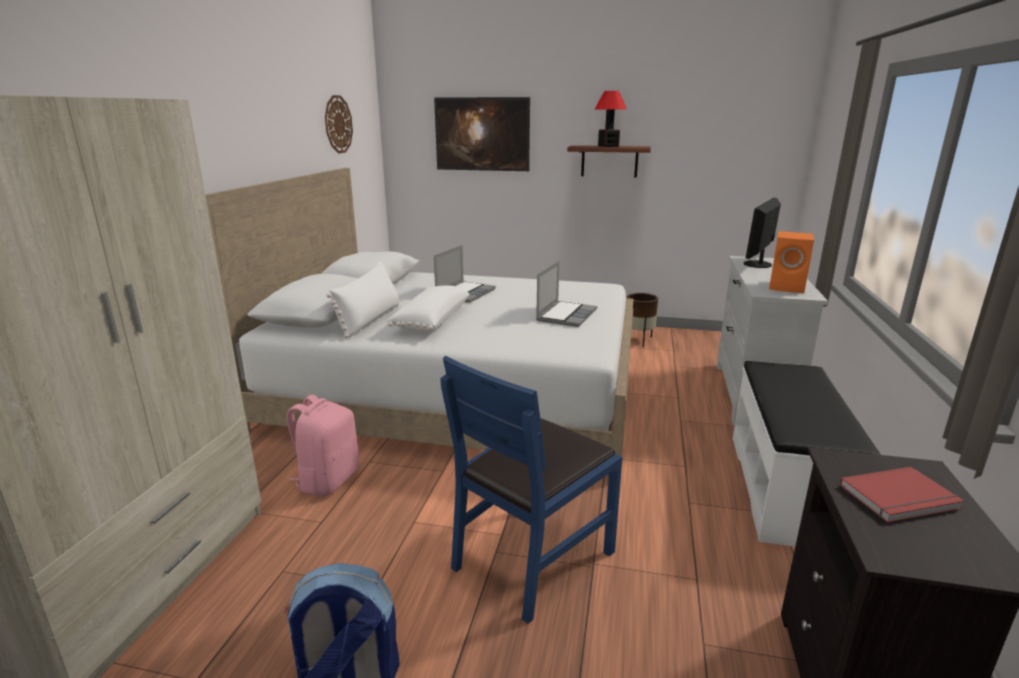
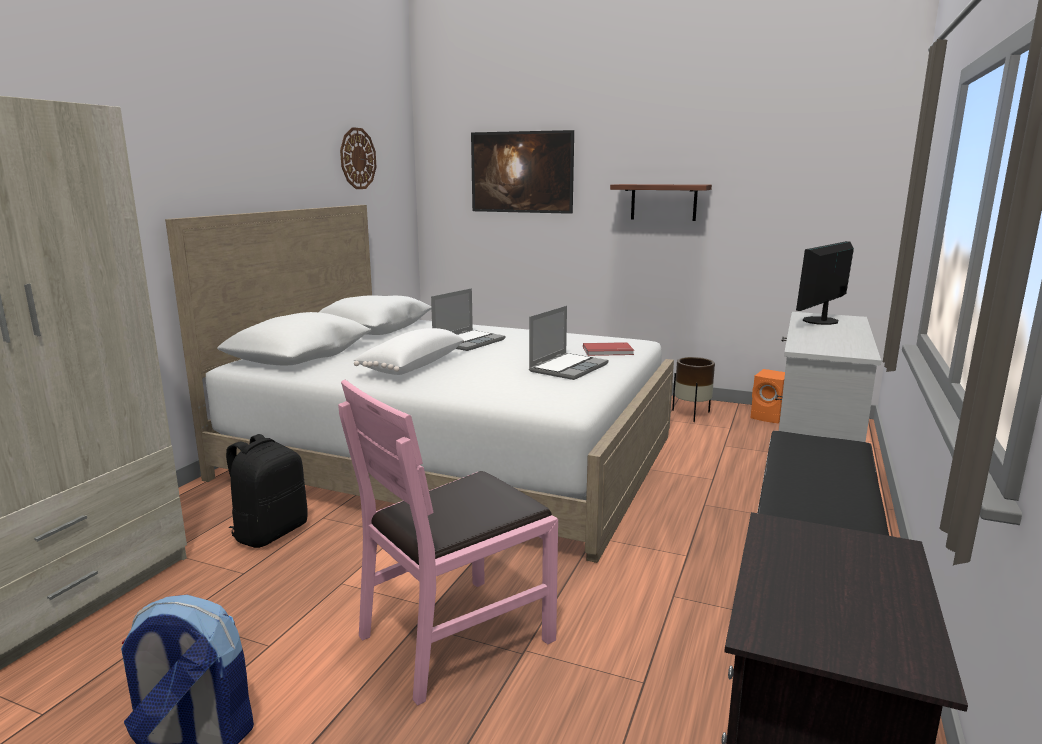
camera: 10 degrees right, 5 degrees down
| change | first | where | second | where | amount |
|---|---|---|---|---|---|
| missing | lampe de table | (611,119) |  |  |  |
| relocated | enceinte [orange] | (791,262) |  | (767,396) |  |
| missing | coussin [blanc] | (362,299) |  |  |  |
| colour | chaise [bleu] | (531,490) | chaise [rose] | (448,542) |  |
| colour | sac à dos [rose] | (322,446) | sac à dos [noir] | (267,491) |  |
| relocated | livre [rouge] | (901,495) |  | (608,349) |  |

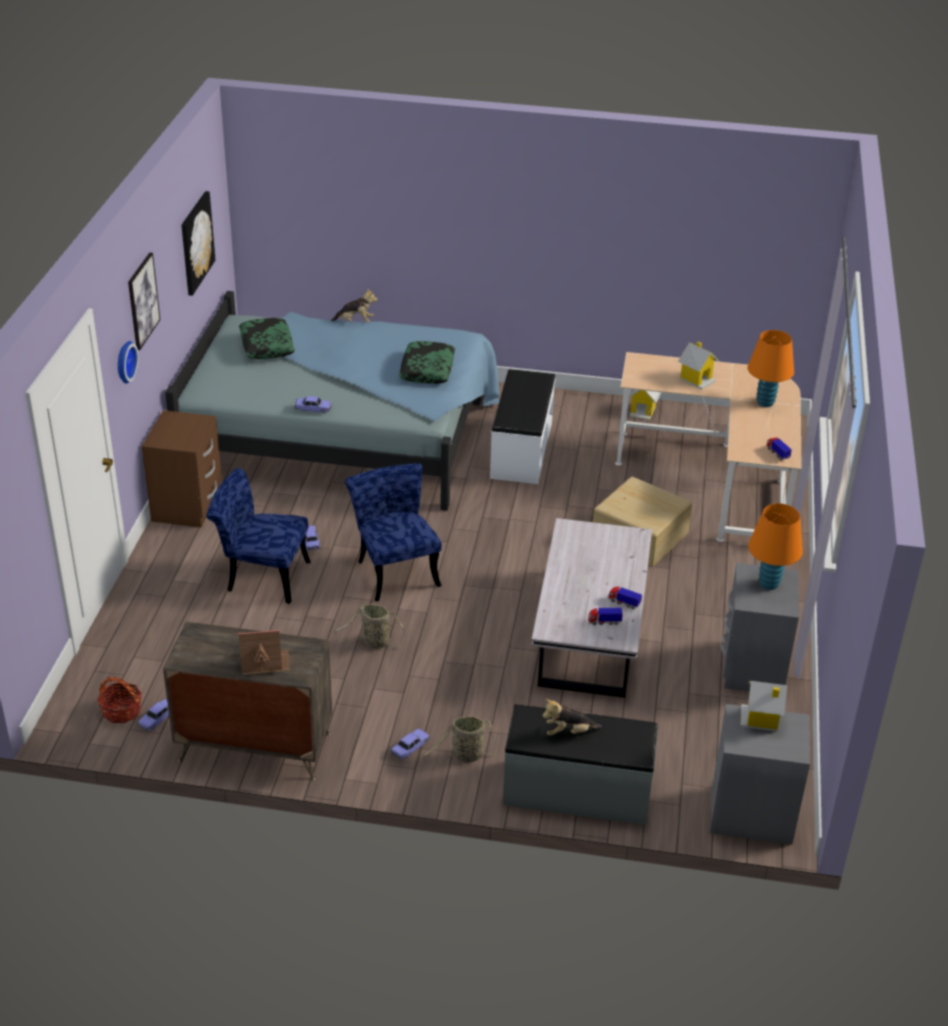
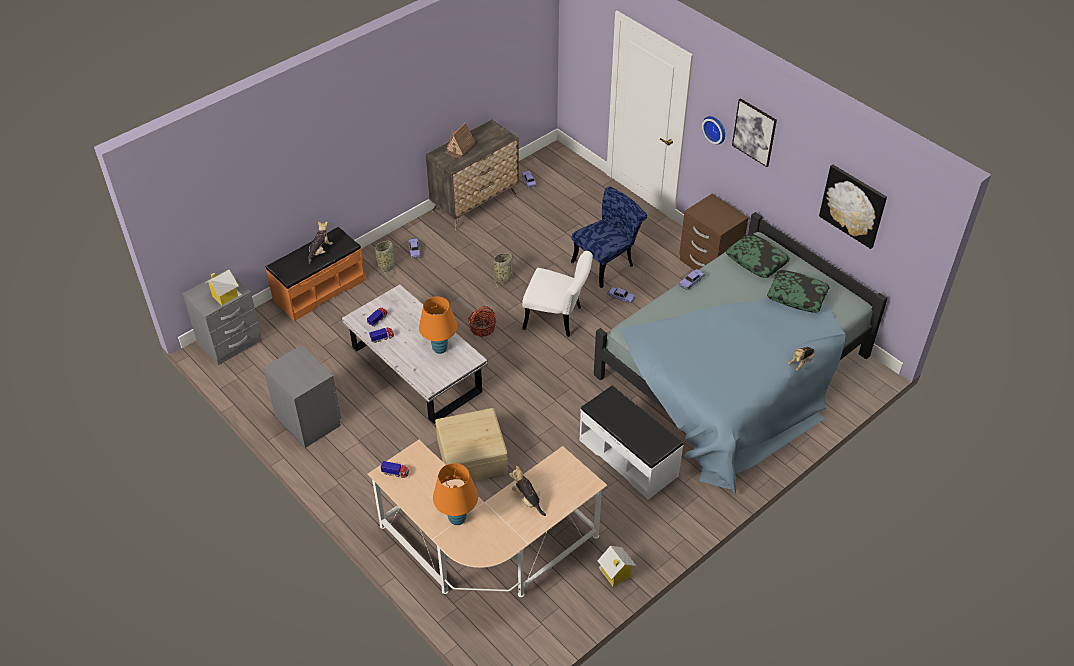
camera: 130 degrees right, 10 degrees up
| change | first | where | second | where | amount |
|---|---|---|---|---|---|
| relocated | coussin | (427,362) |  | (758,256) |  |
| exchanged | maison miniature | (698,366) | peluche | (527,491) |  |
| colour | chaise [bleu] | (393,532) | chaise [blanc] | (557,294) |  |
| relocated | lampe de table [orange] | (775,546) |  | (438,325) |  |
| relocated | panier | (119,700) |  | (482,321) |  |
| colour | banc [gris] | (580,764) | banc [orange] | (316,274) |  |

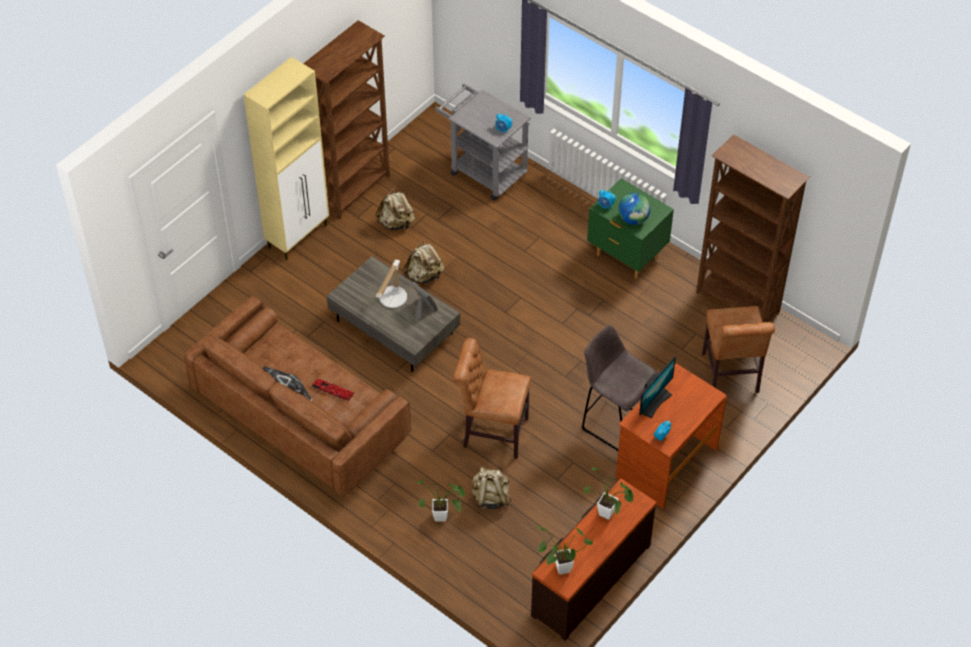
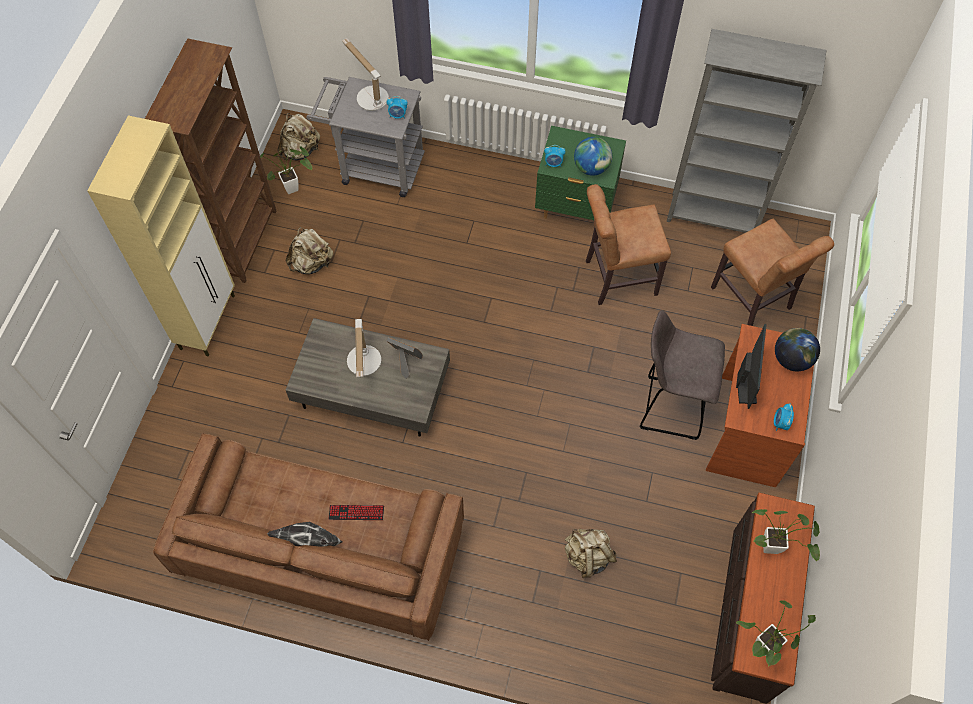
camera: 25 degrees left, 10 degrees up
| change | first | where | second | where | amount |
|---|---|---|---|---|---|
| colour | bibliothèque [marron] | (753,228) | bibliothèque [gris] | (746,131) |  |
| relocated | sac à dos [beige] | (423,262) |  | (299,136) |  |
| relocated | chaise [marron] | (492,398) |  | (628,244) |  |
| relocated | plante en pot | (441,501) |  | (286,170) |  |
| appeared |  |  | lampe de table | (365,74) |  |
| appeared |  |  | globe | (797,349) |  |

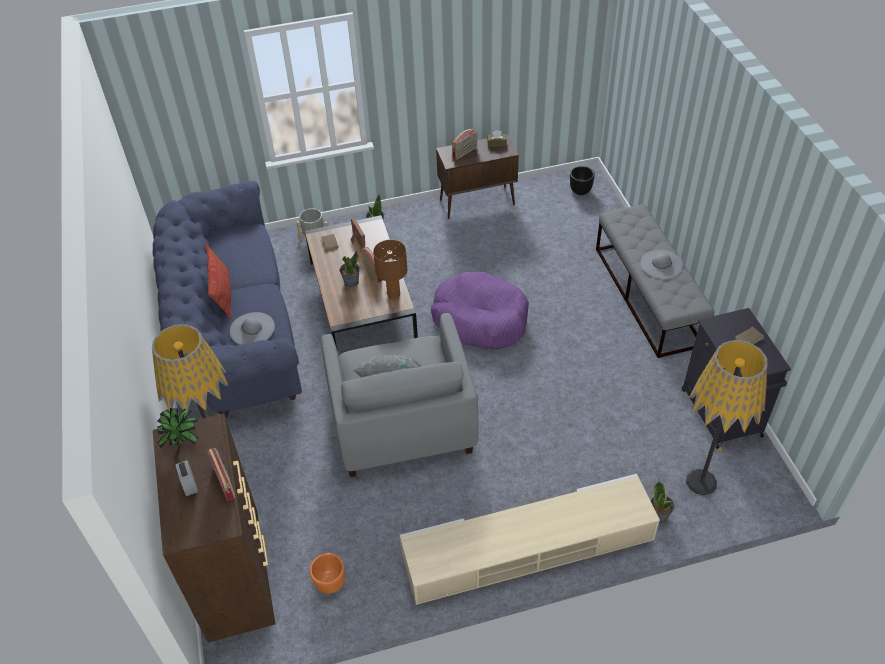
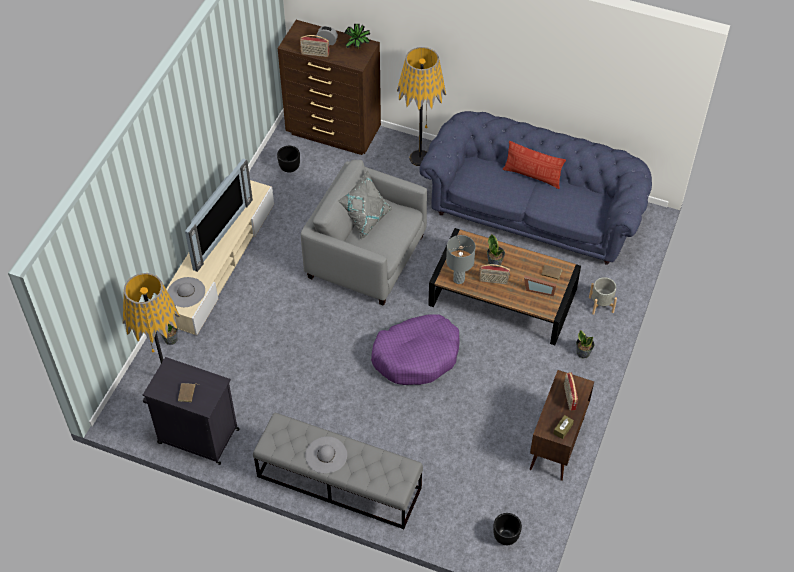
camera: 125 degrees right, 5 degrees up
| change | first | where | second | where | amount |
|---|---|---|---|---|---|
| colour | lampe de table [marron] | (390,269) | lampe de table [gris] | (461,259) |  |
| relocated | chapeau [gris] | (252,328) |  | (186,292) |  |
| colour | cache-pot [orange] | (327,573) | cache-pot [noir] | (288,159) |  |
| appeared |  |  | téléviseur | (219,215) |  |

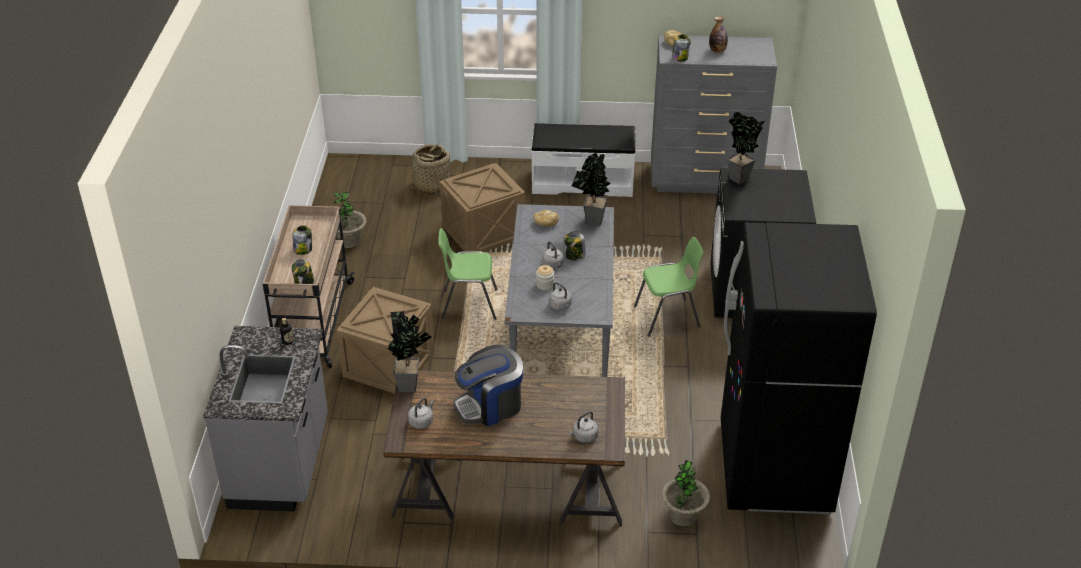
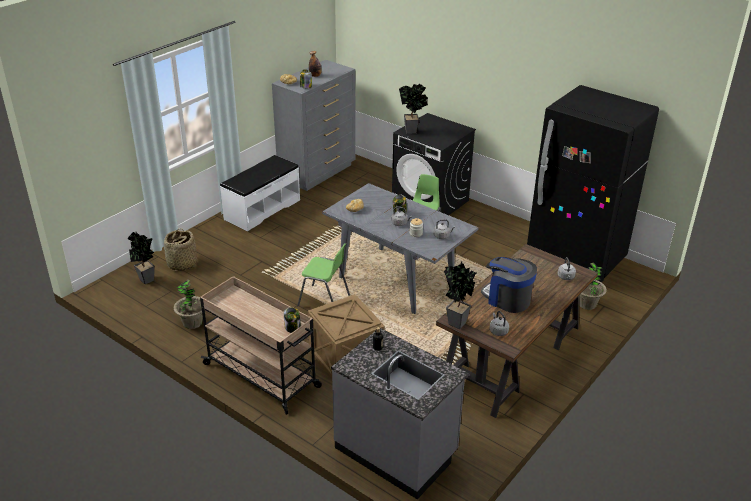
camera: 55 degrees left, 5 degrees down
| change | first | where | second | where | amount |
|---|---|---|---|---|---|
| relocated | plante en pot | (591,189) |  | (141,258) |  |
| missing | caisse | (482,207) |  |  |  |
| missing | bocal | (302,240) |  |  |  |
| spun | chaise [vert] | (468,274) |  | (323,274) | 105 degrees counterclockwise |
| spun | machine à café | (488,385) |  | (509,285) | 120 degrees clockwise |

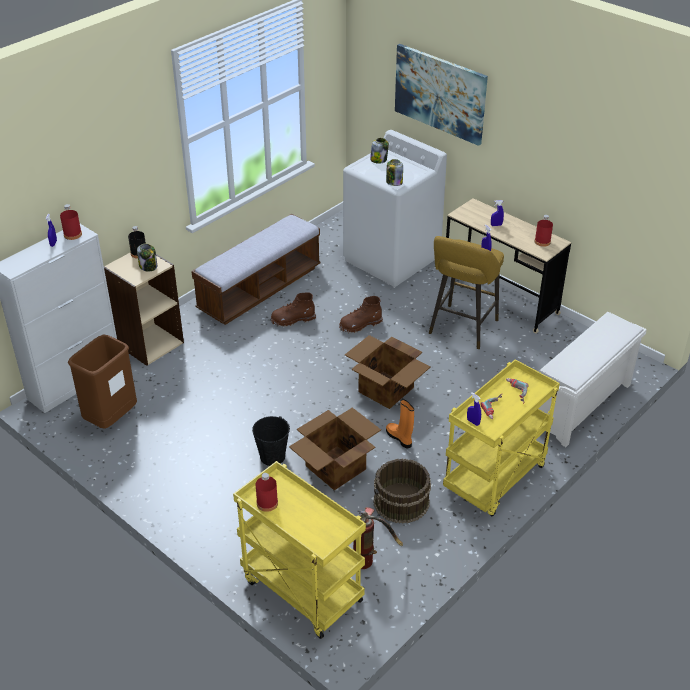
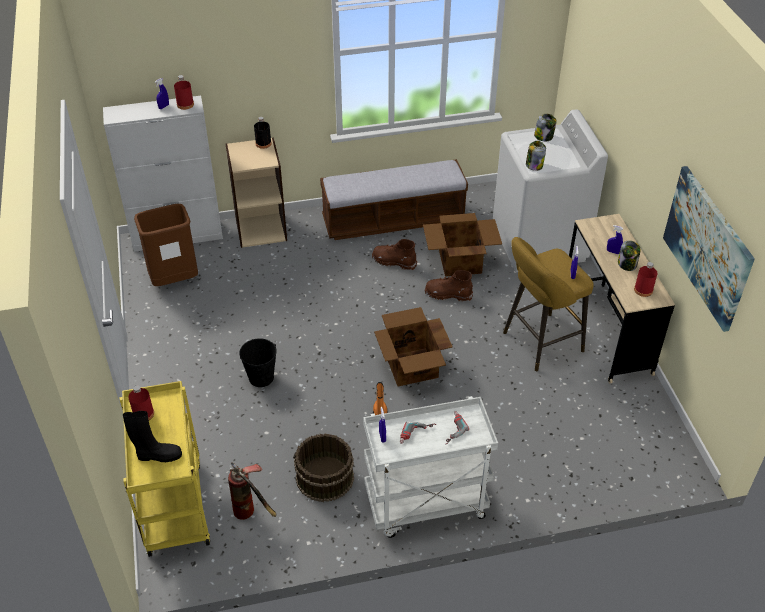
camera: 35 degrees right, 5 degrees up
| change | first | where | second | where | amount |
|---|---|---|---|---|---|
| relocated | tableau | (441,95) |  | (709,249) |  |
| relocated | bocal | (147,257) |  | (629,255) |  |
| missing | étagère à chaussures [blanc] | (592,379) |  |  |  |
| colour | chariot [jaune] | (501,437) | chariot [blanc] | (430,467) |  |
| relocated | carton | (335,449) |  | (462,244) |  |
| appeared |  |  | botte [noir] | (152,436) |  |

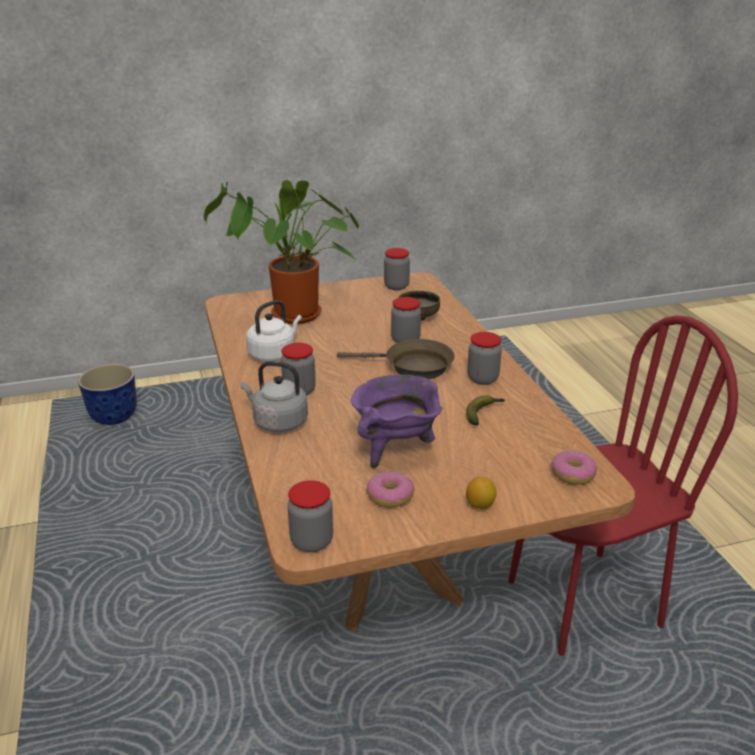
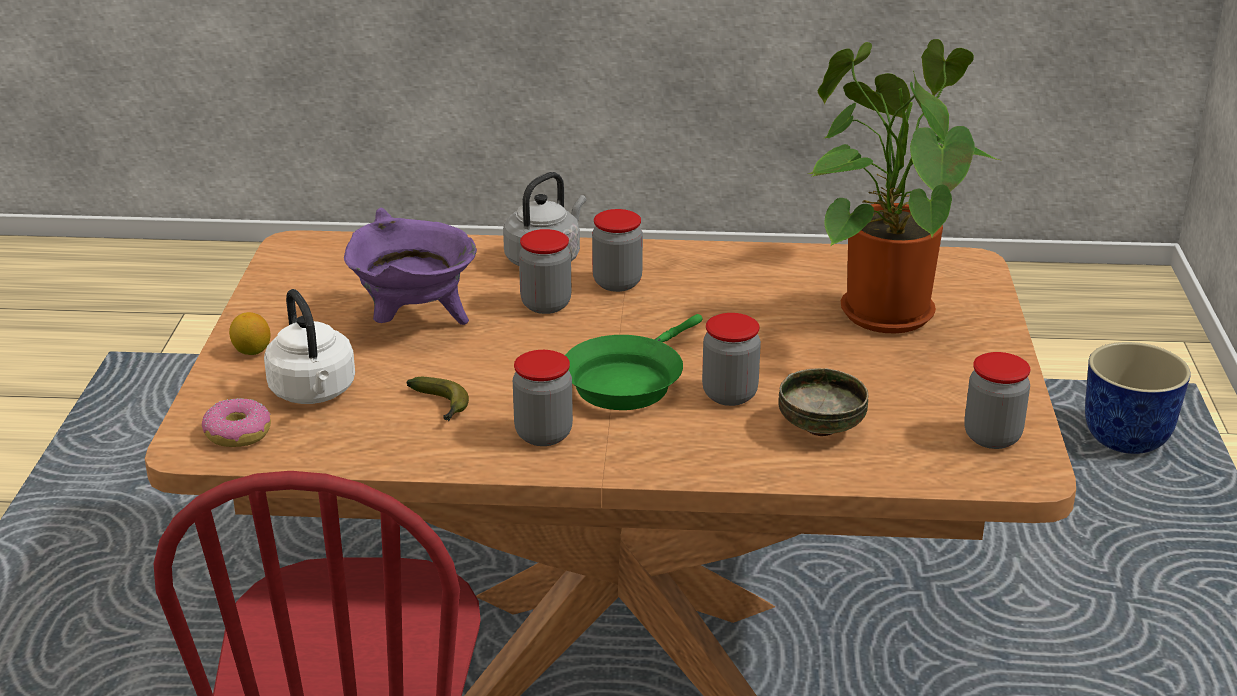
camera: 110 degrees right, 0 degrees up
| change | first | where | second | where | amount |
|---|---|---|---|---|---|
| relocated | bouilloire [blanc] | (274,331) |  | (309,346) |  |
| colour | poêle [marron] | (395,359) | poêle [vert] | (634,362) |  |
| missing | beignet | (390,489) |  |  |  |
| relocated | bocal | (310,516) |  | (545,271) |  |

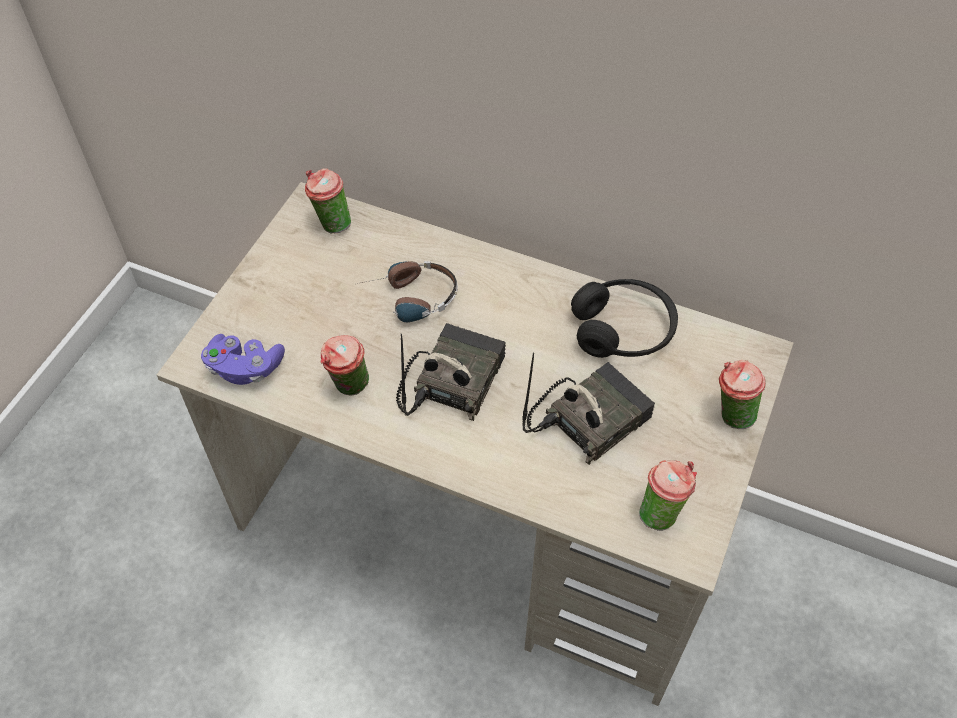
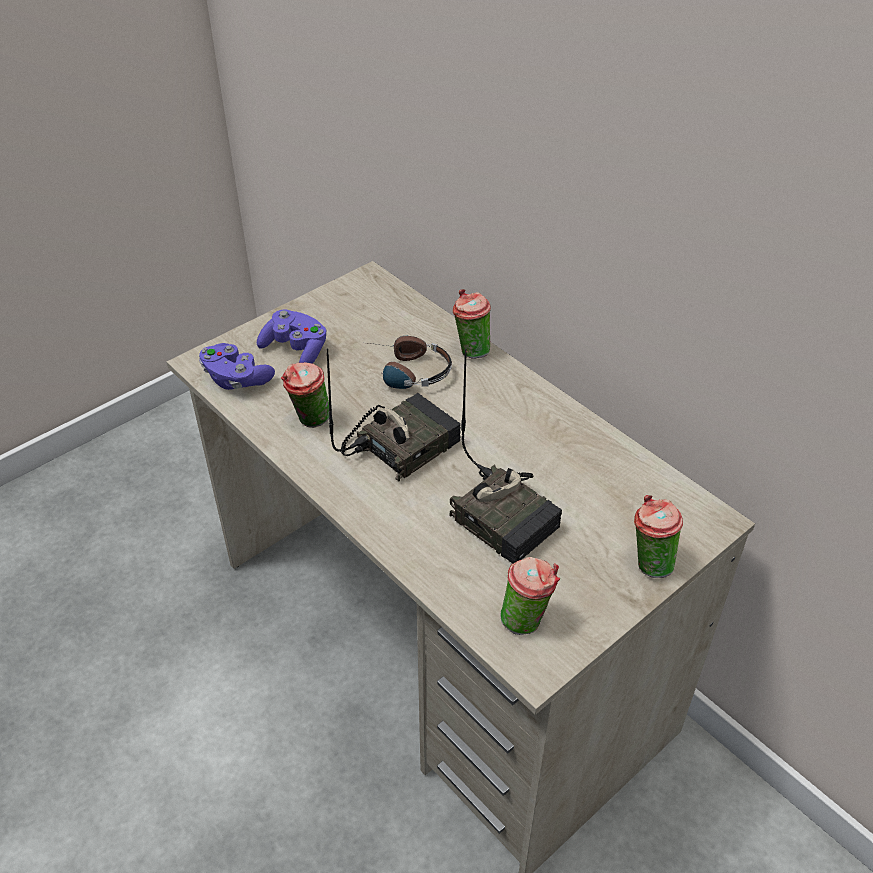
camera: 25 degrees right, 10 degrees down
| change | first | where | second | where | amount |
|---|---|---|---|---|---|
| relocated | tasse | (328,200) |  | (472,324) |  |
| missing | casque audio [noir] | (624,318) |  |  |  |
| spun | radio | (588,408) |  | (506,456) | 60 degrees clockwise |
| appeared |  |  | manette [violet] | (291,336) |  |

